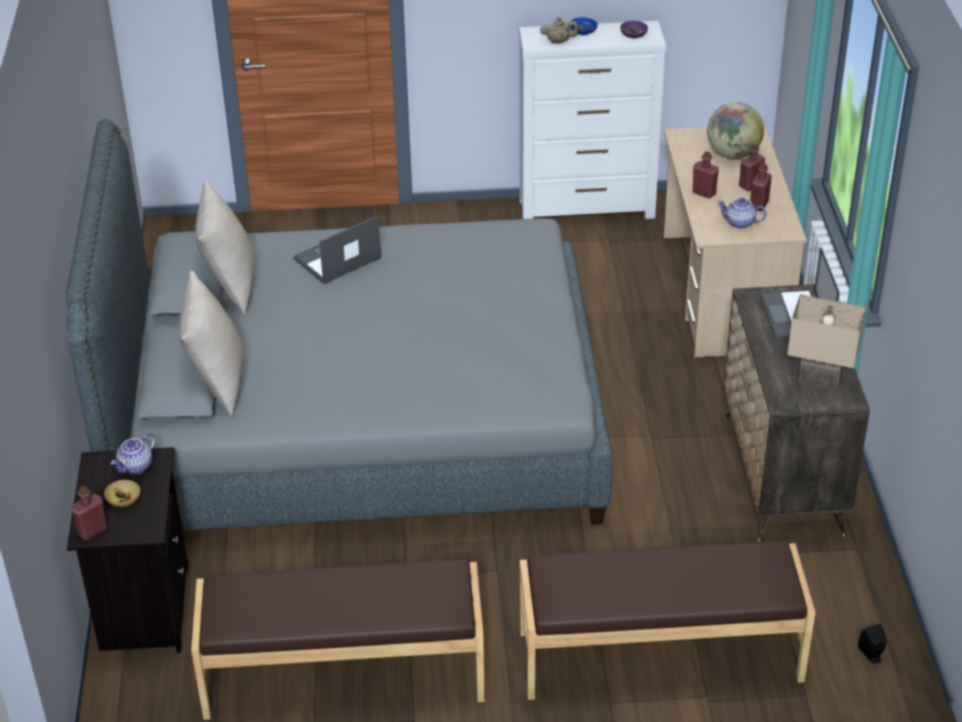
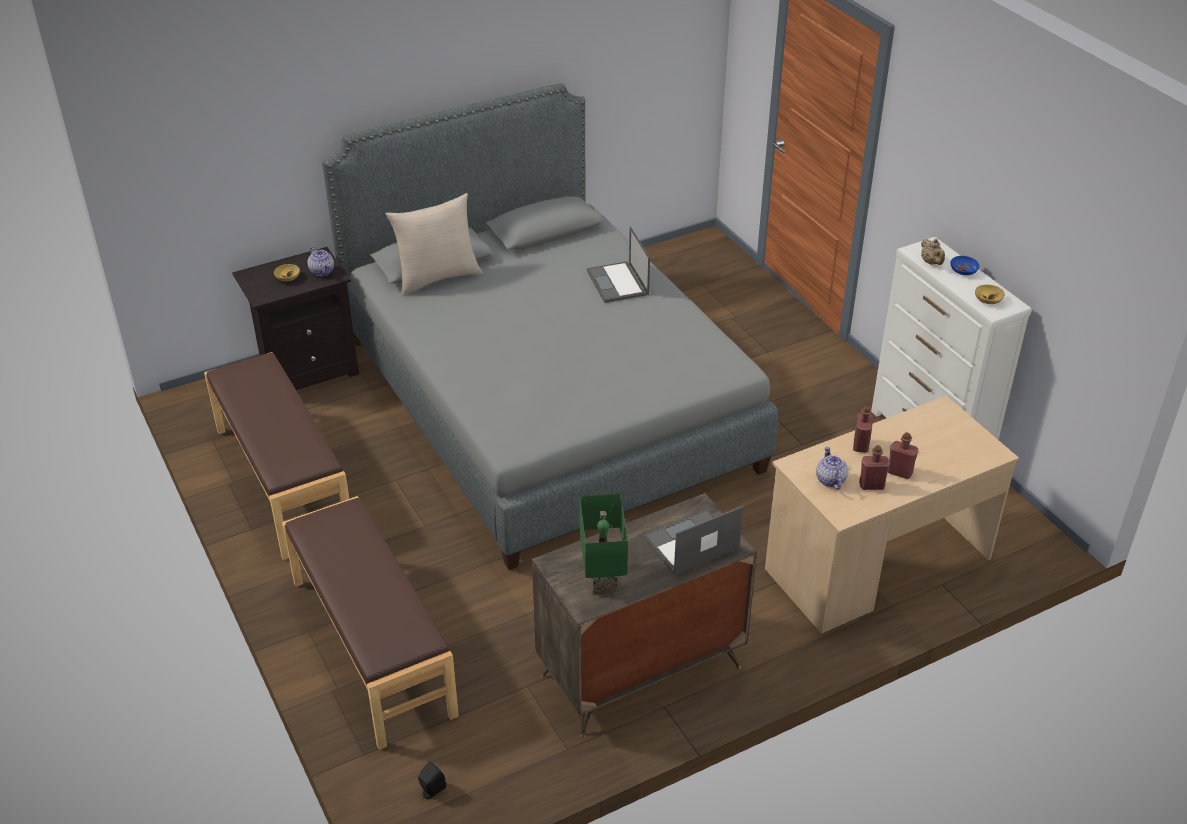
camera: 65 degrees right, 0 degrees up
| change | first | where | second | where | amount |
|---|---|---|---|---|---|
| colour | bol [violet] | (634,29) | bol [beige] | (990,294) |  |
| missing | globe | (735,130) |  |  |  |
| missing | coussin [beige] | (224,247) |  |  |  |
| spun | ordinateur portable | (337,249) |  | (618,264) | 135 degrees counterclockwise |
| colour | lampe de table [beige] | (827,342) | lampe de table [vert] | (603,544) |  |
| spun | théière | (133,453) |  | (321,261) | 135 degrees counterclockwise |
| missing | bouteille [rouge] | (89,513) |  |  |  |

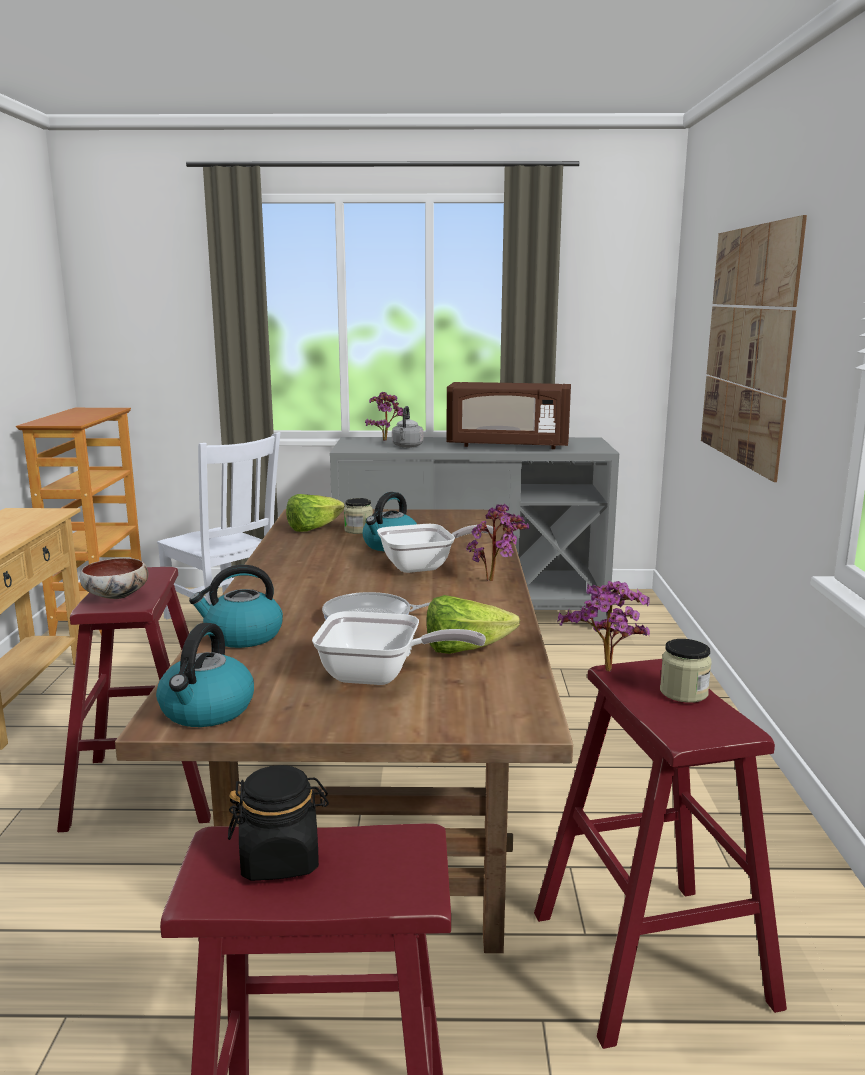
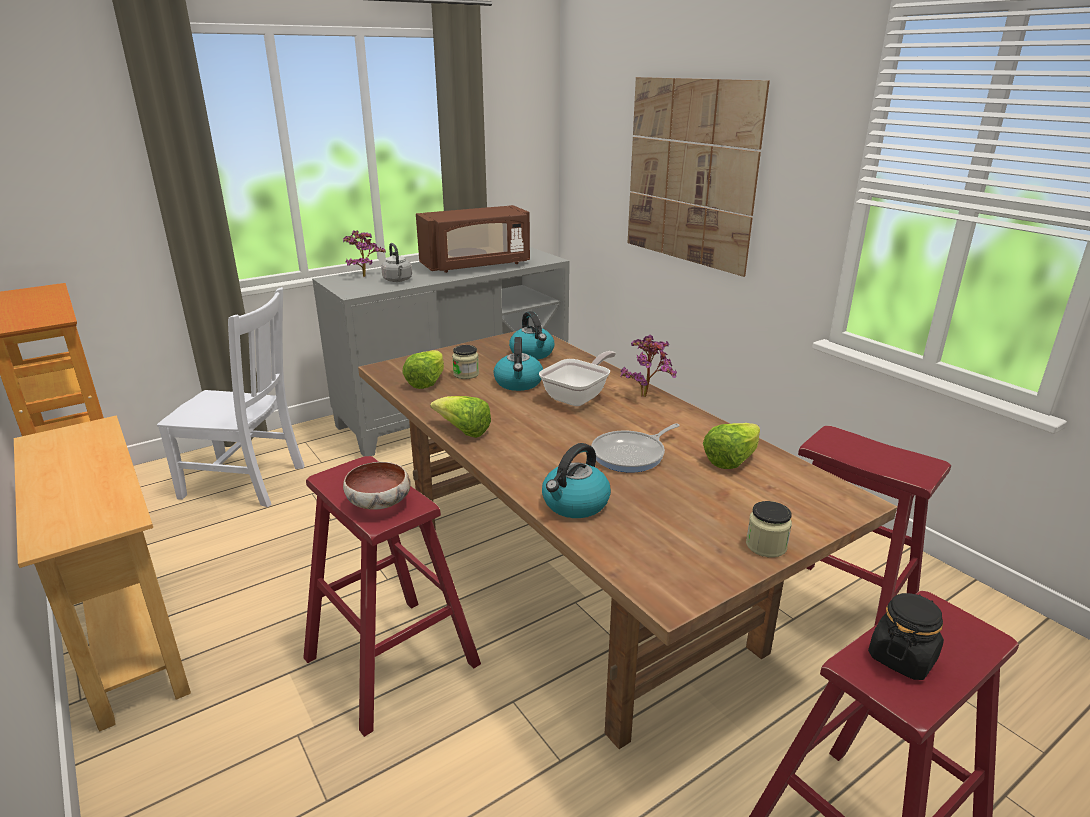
camera: 35 degrees left, 10 degrees up
| change | first | where | second | where | amount |
|---|---|---|---|---|---|
| missing | plante en pot | (603,626) |  |  |  |
| missing | poêle | (399,648) |  |  |  |
| relocated | bouilloire | (205,675) |  | (532,335) |  |
| relocated | bocal | (686,671) |  | (769,529) |  |
| appeared |  |  | laitue | (460,417) |  |

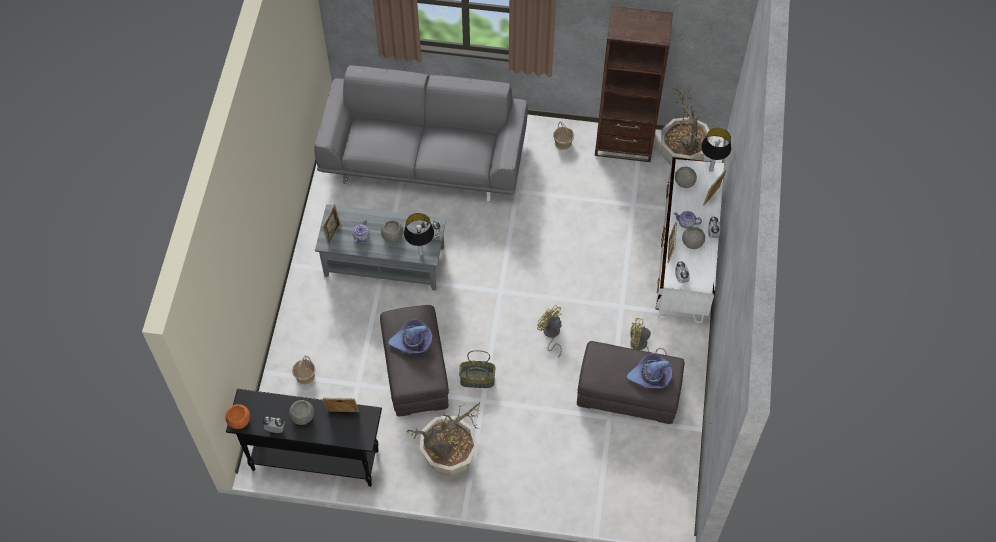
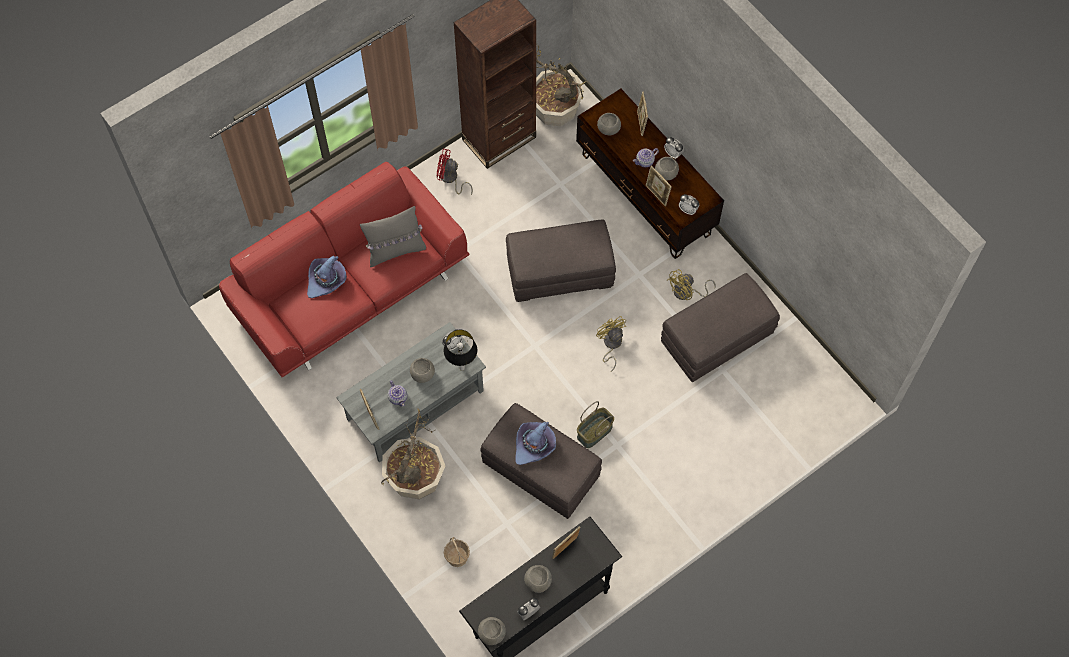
camera: 45 degrees left, 5 degrees up
| change | first | where | second | where | amount |
|---|---|---|---|---|---|
| colour | canapé [gris] | (421,133) | canapé [rouge] | (344,269) |  |
| exchanged | panier | (563,135) | ventilateur [rouge] | (455,172) |  |
| missing | lampe de table | (716,150) |  |  |  |
| colour | meuble télé [blanc] | (690,240) | meuble télé [marron] | (650,174) |  |
| spun | ventilateur [jaune] | (549,331) |  | (611,344) | 60 degrees clockwise |
| relocated | chapeau [violet] | (650,370) |  | (327,277) |  |
| relocated | plante en pot | (443,439) |  | (413,453) |  |
| colour | bol [orange] | (237,416) | bol [gris] | (492,631) |  |
| appeared |  |  | coussin [gris] | (393,236) |  |
| appeared |  |  | pouf [gris] | (561,260) |  |

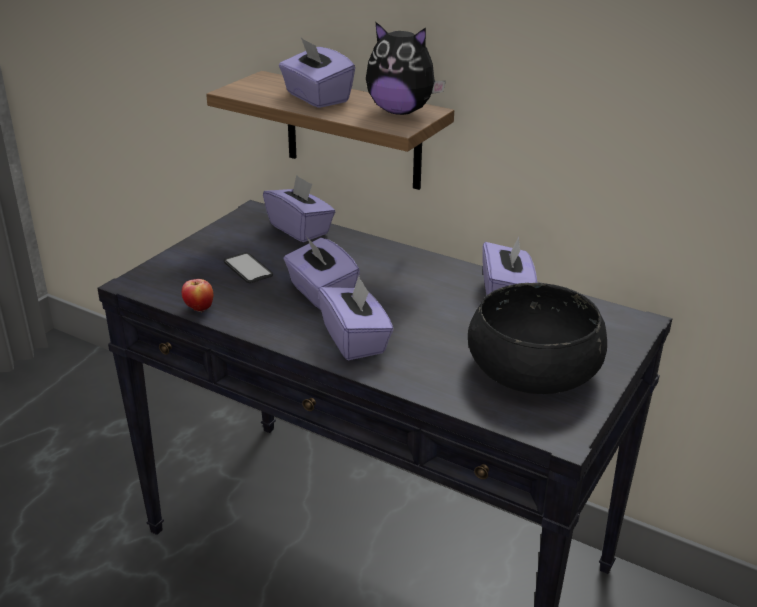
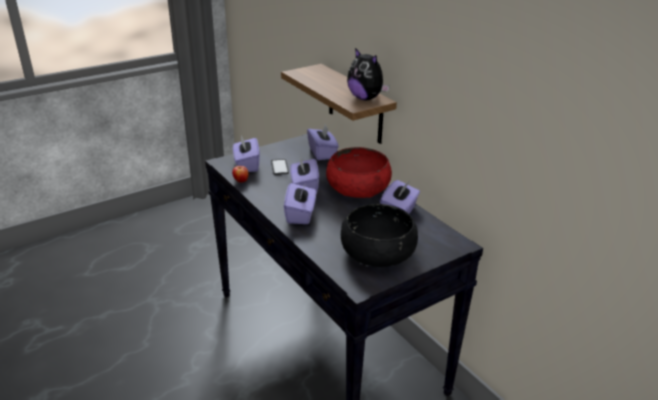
camera: 25 degrees right, 0 degrees up
| change | first | where | second | where | amount |
|---|---|---|---|---|---|
| relocated | boîte à mouchoirs [violet] | (317,73) |  | (246,153) |  |
| appeared |  |  | bol [rouge] | (359,172) |  |

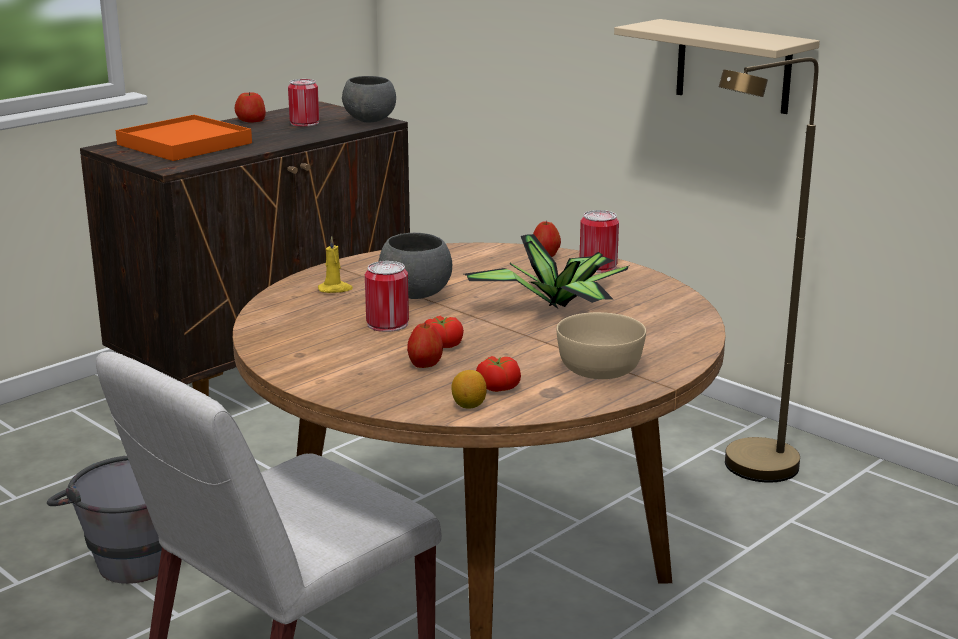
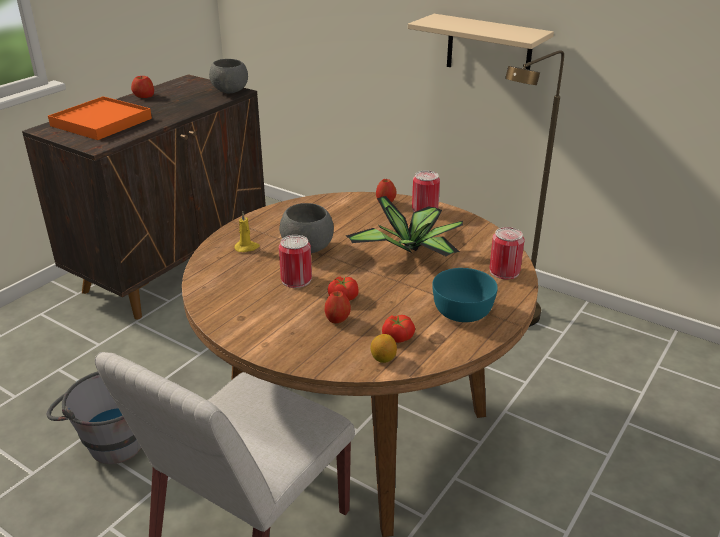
camera: 10 degrees left, 10 degrees up
| change | first | where | second | where | amount |
|---|---|---|---|---|---|
| relocated | boîte métallique | (303,102) |  | (506,253) |  |
| colour | bol [beige] | (601,345) | bol [turquoise] | (465,295) |  |

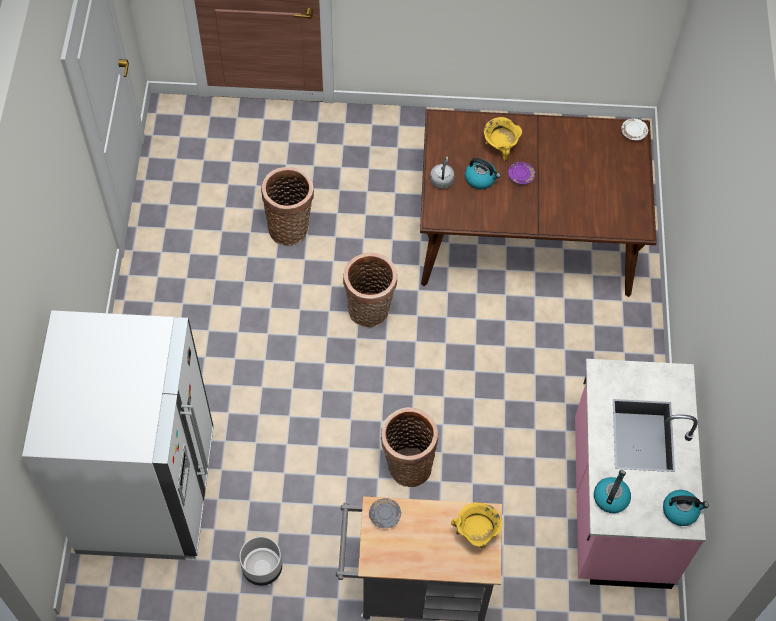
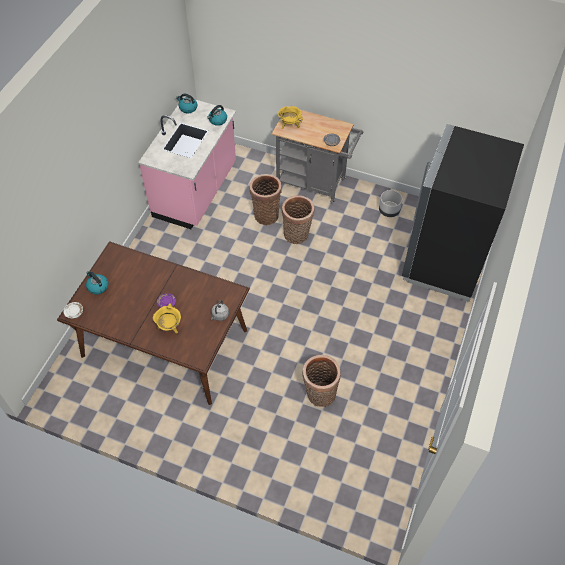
camera: 160 degrees left, 5 degrees down
| change | first | where | second | where | amount |
|---|---|---|---|---|---|
| relocated | bouilloire | (483,173) |  | (97,283) |  |
| relocated | panier | (370,290) |  | (266,199) |  |
| colour | réfrigérateur [blanc] | (118,435) | réfrigérateur [noir] | (463,213) |  |

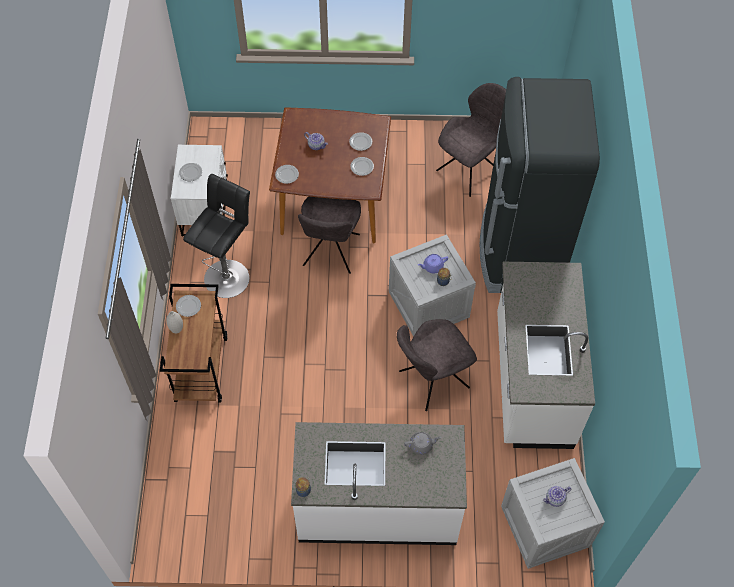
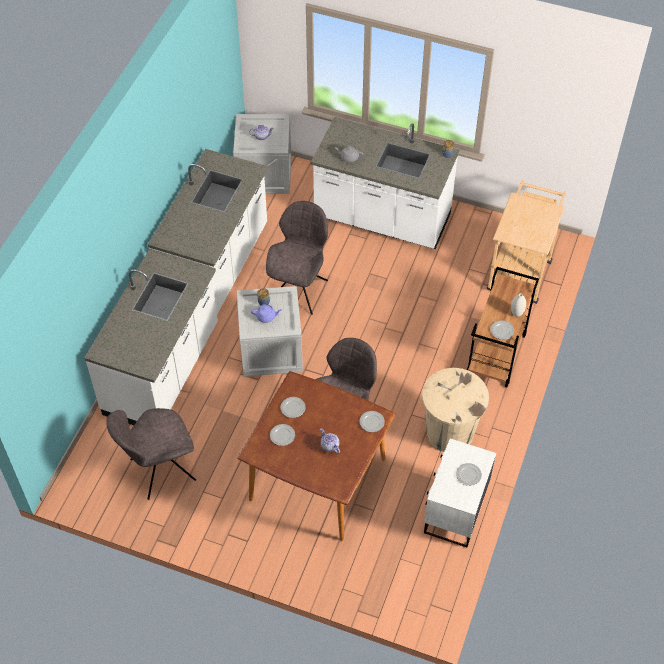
camera: 160 degrees left, 5 degrees down
| change | first | where | second | where | amount |
|---|---|---|---|---|---|
| exchanged | réfrigérateur [noir] | (540,185) | comptoir de cuisine [blanc] | (151,337) |  |
| exchanged | tabouret [noir] | (216,236) | poubelle [beige] | (455,410) |  |
| spun | chaise [gris] | (437,365) |  | (297,258) | 60 degrees counterclockwise |
| appeared |  |  | chariot [beige] | (526,242) |  |

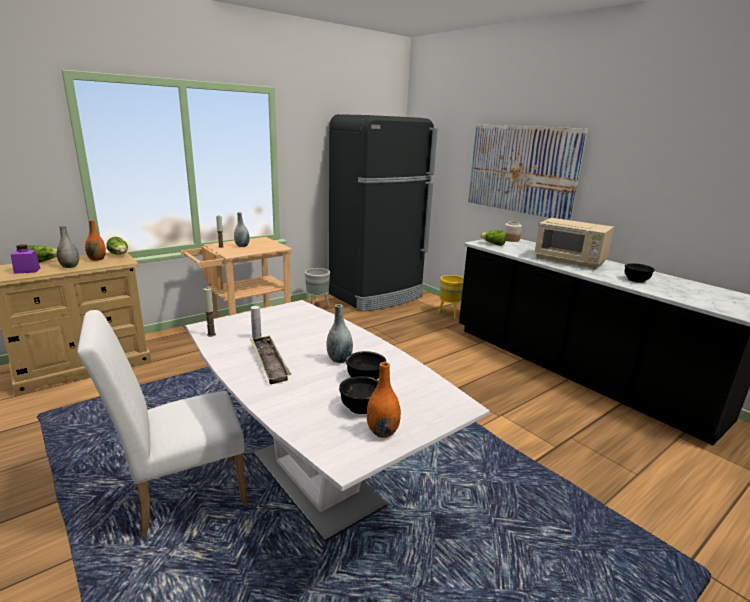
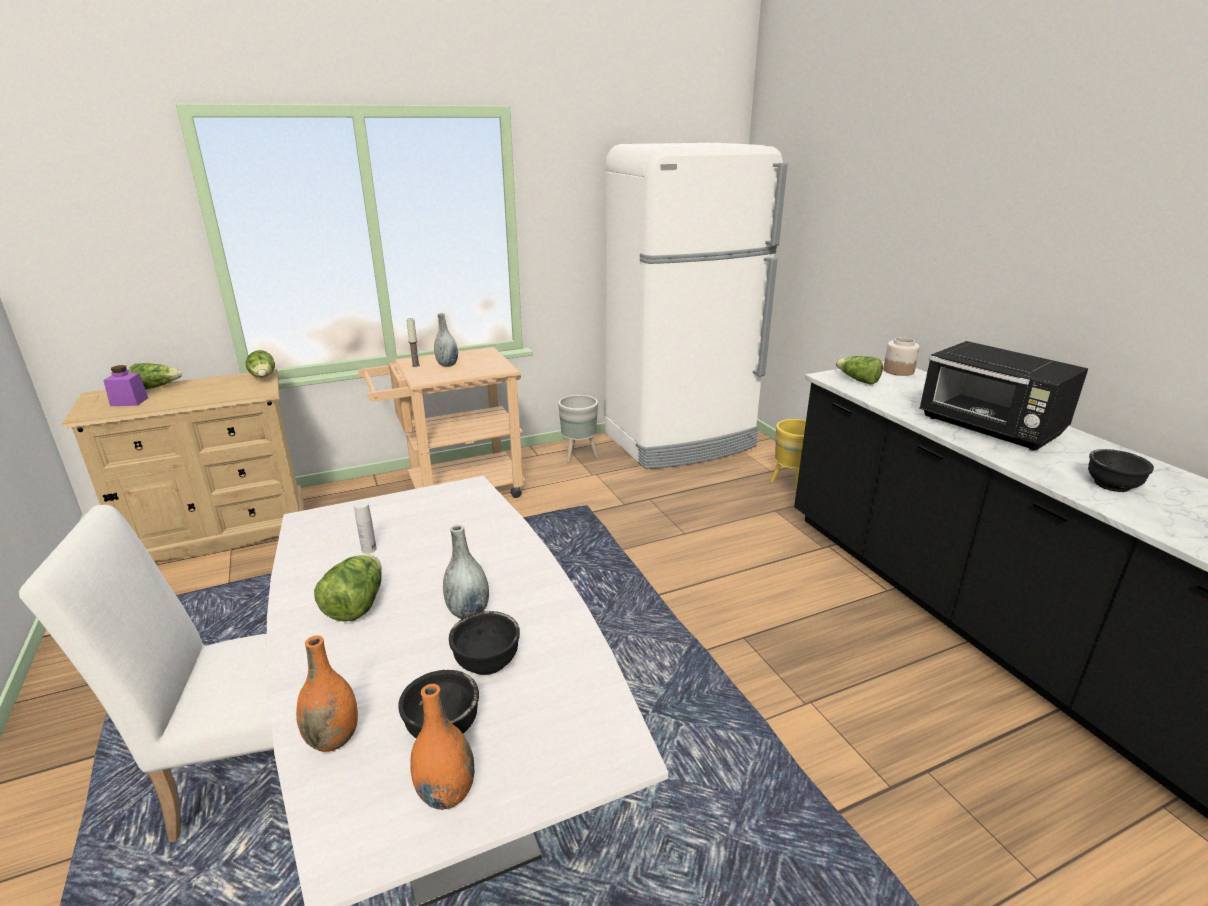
camera: 15 degrees right, 5 degrees up
| change | first | where | second | where | amount |
|---|---|---|---|---|---|
| colour | réfrigérateur [noir] | (383,213) | réfrigérateur [blanc] | (696,306) |  |
| missing | tableau | (528,172) |  |  |  |
| colour | micro-ondes [beige] | (574,243) | micro-ondes [noir] | (1003,396) |  |
| relocated | vase [orange] | (95,240) |  | (327,693) |  |
| missing | vase [gris] | (68,246) |  |  |  |
| missing | bougie | (209,312) |  |  |  |
| exchanged | plateau | (270,359) | laitue | (348,588) |  |

